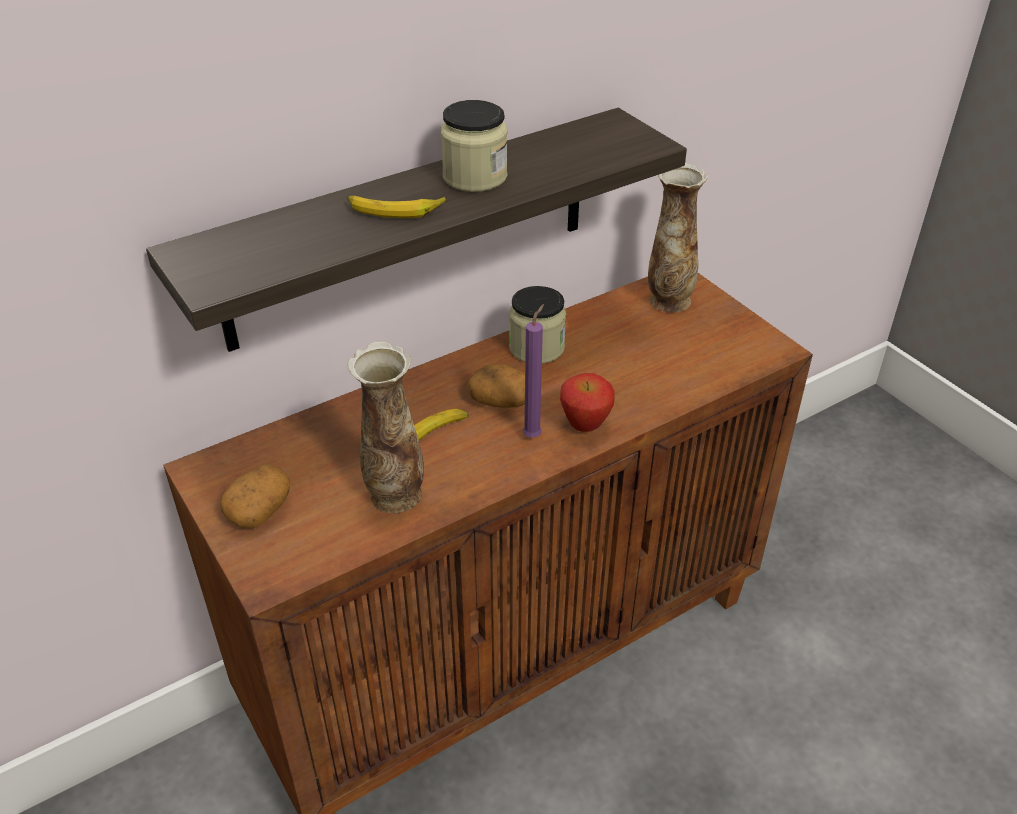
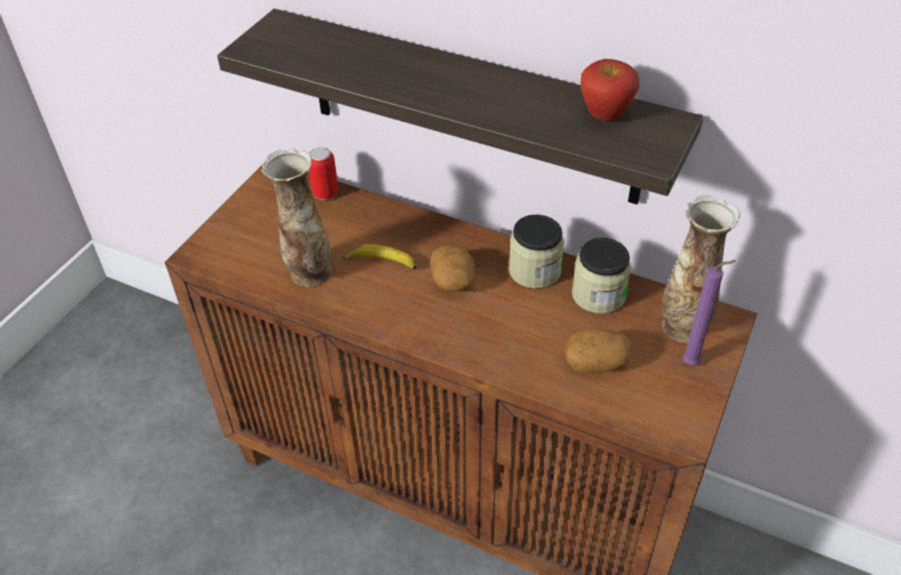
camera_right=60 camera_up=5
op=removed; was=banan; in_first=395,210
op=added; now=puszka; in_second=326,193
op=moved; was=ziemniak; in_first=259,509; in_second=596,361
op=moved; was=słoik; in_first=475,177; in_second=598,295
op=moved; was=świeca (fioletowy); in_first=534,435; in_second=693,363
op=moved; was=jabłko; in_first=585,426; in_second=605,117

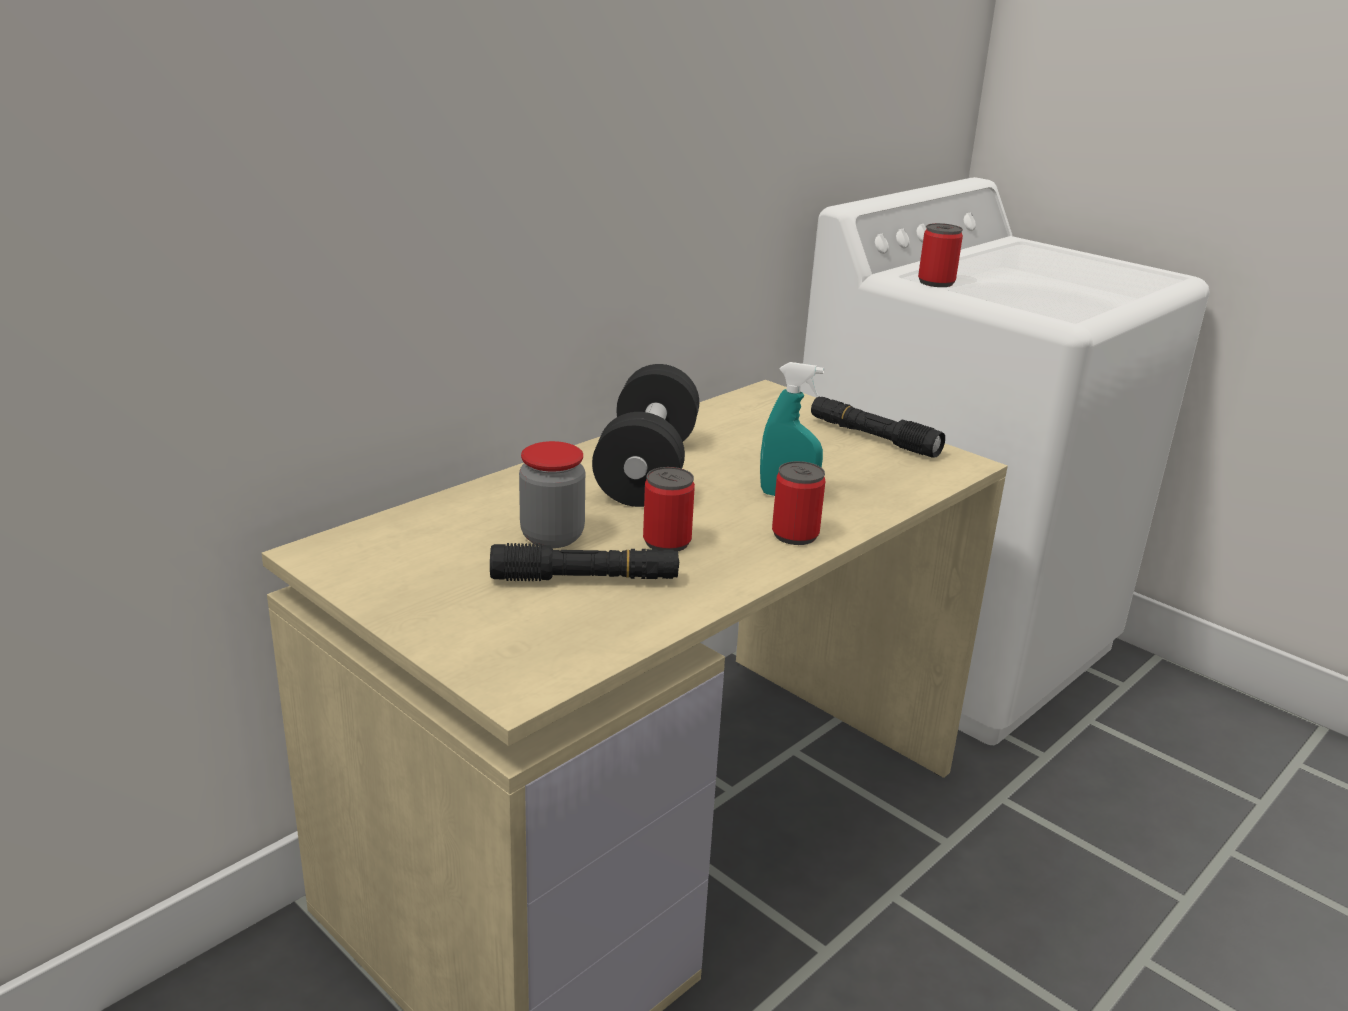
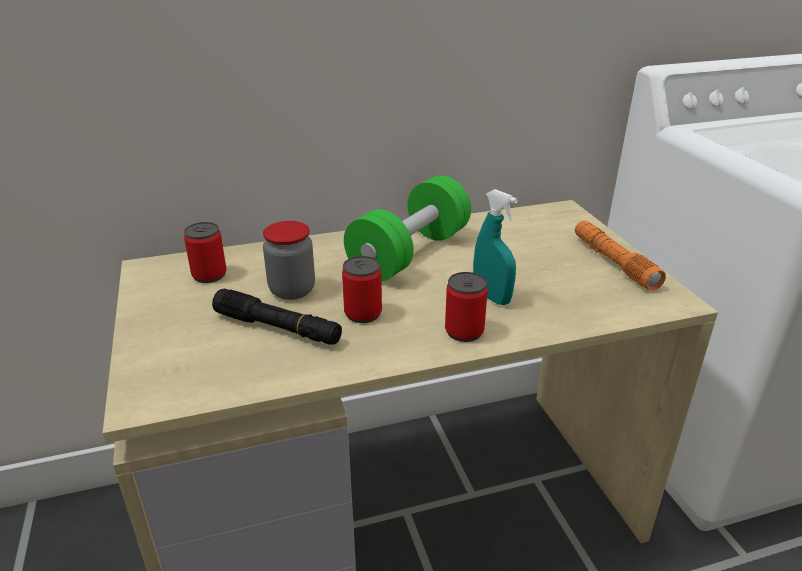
camera_right=30 camera_up=5
op=moved; was=puszka; in_first=936,282; in_second=209,275
op=recoloured; was=hantel (czarny); now=hantel (zielony); in_first=647,469; in_second=410,253
op=recoloured; was=latarka (czarny); now=latarka (pomarańczowy); in_first=873,437; in_second=613,262

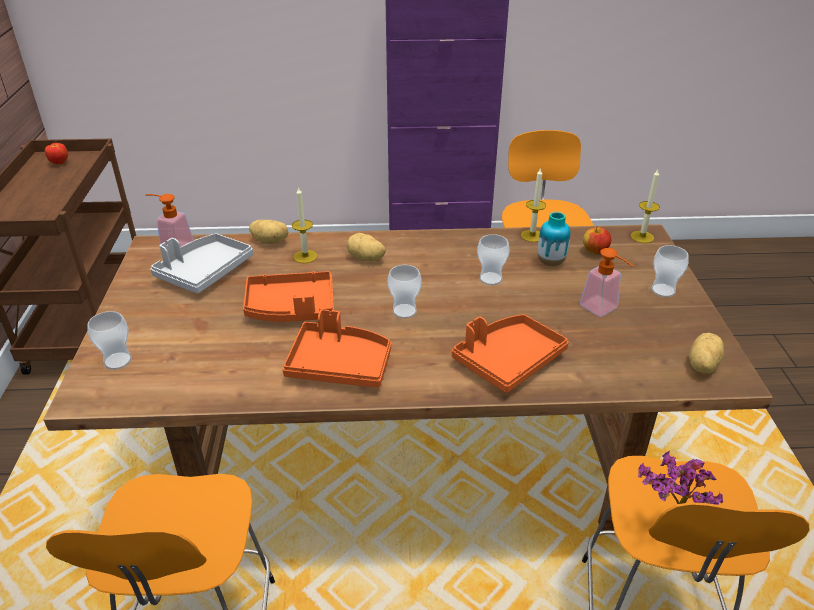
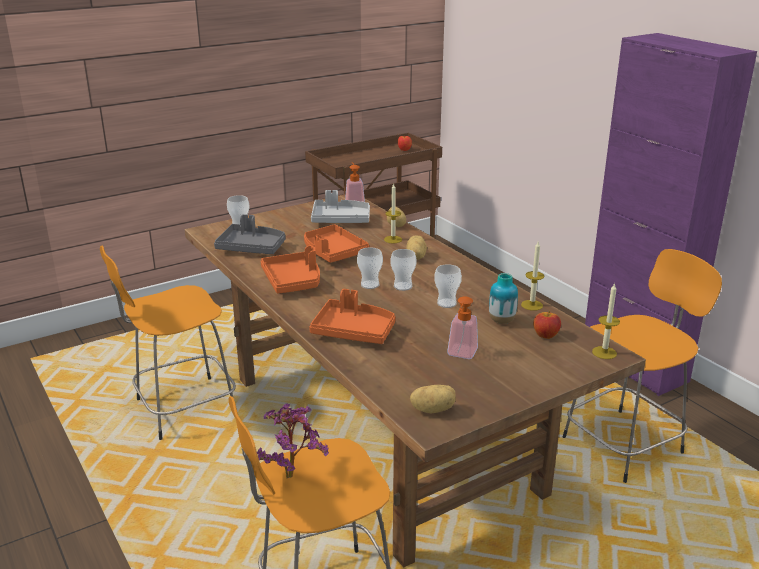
camera_right=60 camera_up=-10
op=added; now=taca (szary); in_second=252,248
op=moved; was=filiżanka; in_first=663,290; in_second=403,286

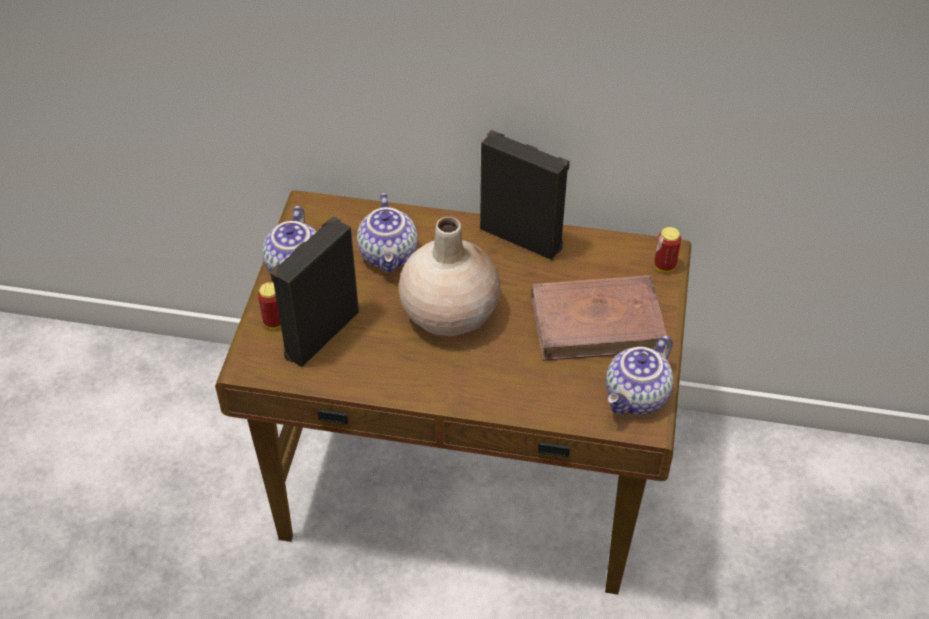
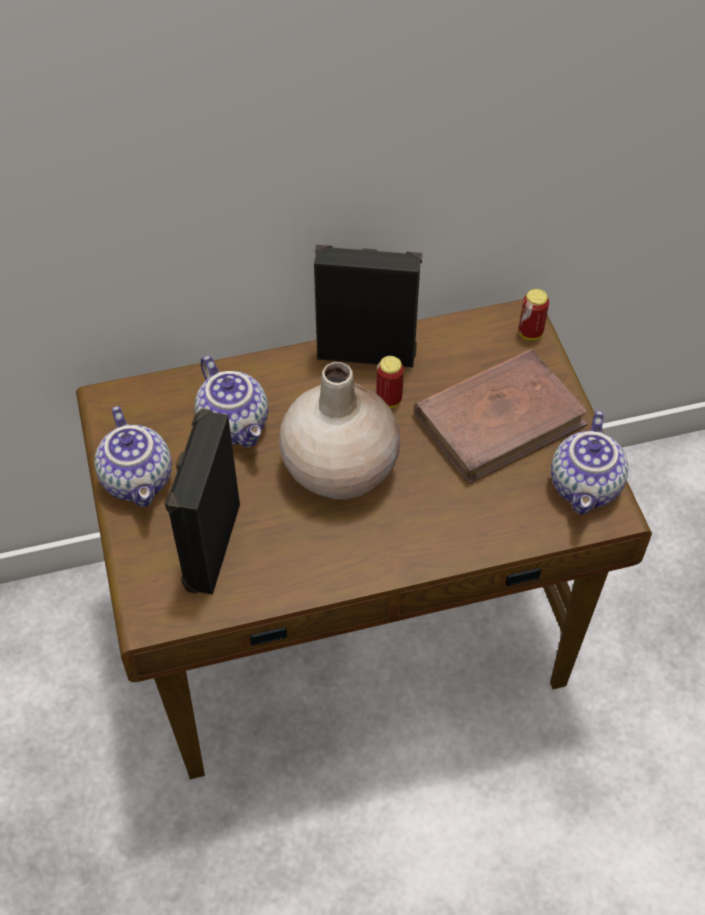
camera_right=-25 camera_up=5
op=moved; was=puszka; in_first=274,322; in_second=389,399

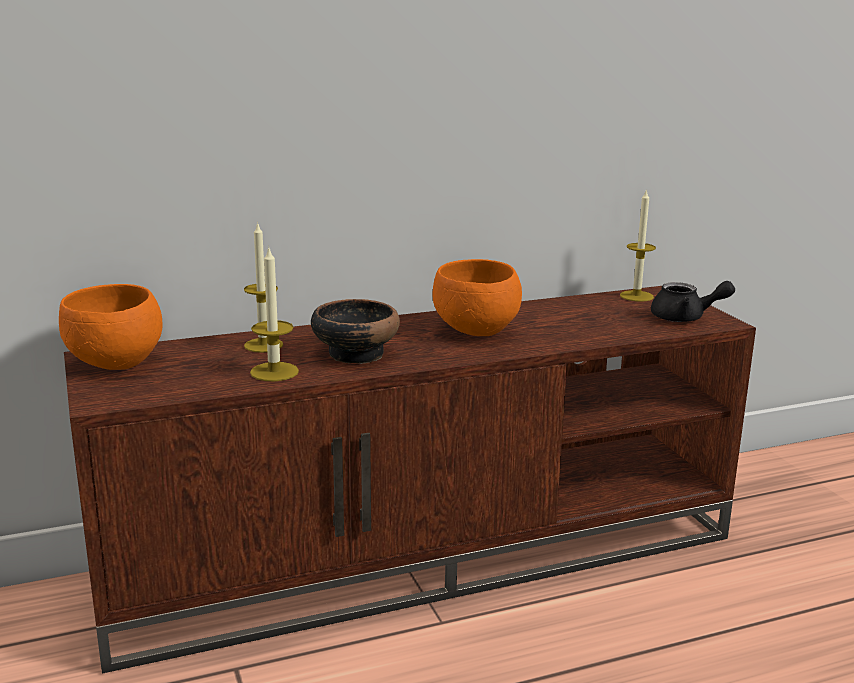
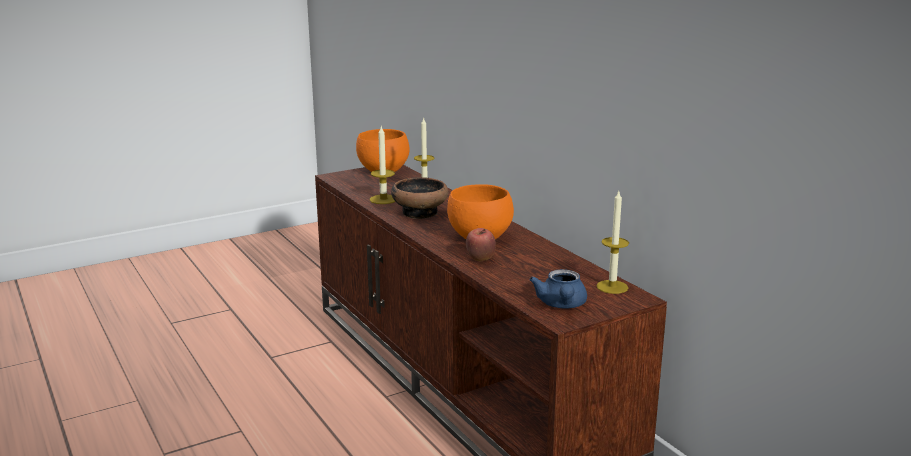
camera_right=80 camera_up=0
op=added; now=jabłko; in_second=480,259
op=recoloured; was=imbryk (czarny); now=imbryk (niebieski); in_first=685,318; in_second=561,305

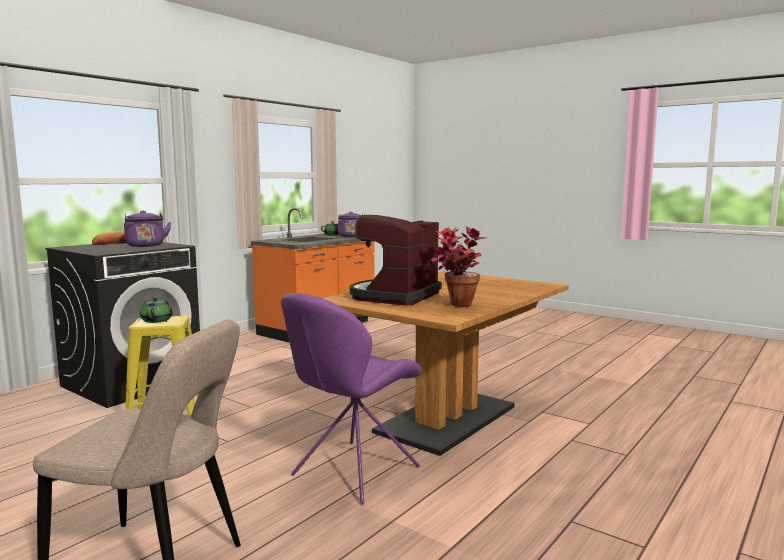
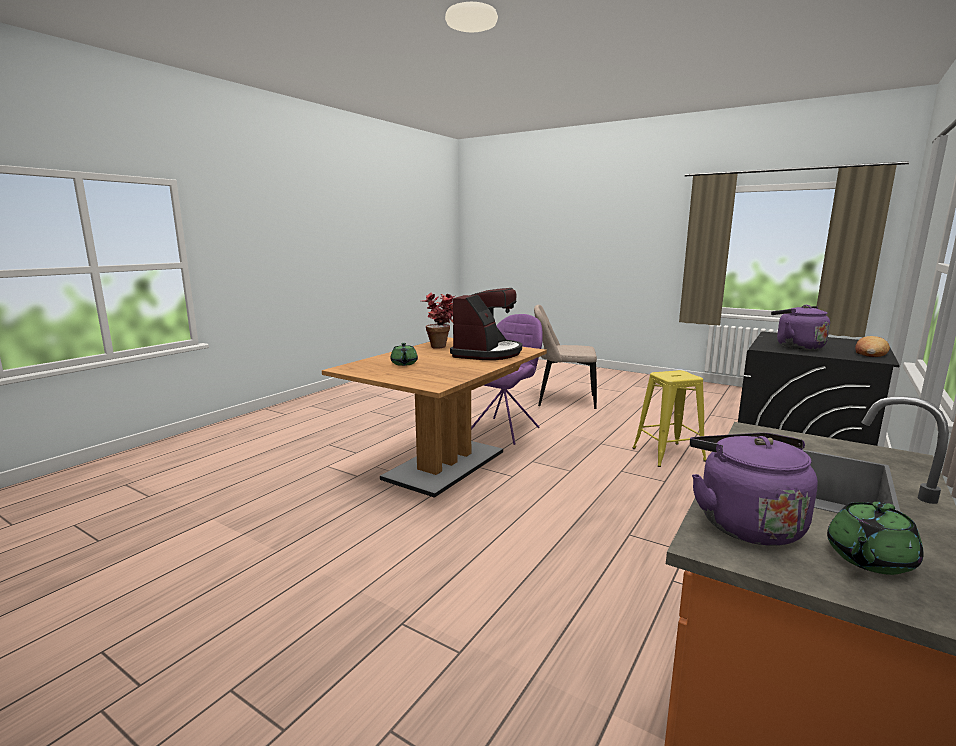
camera_right=175 camera_up=5
op=moved; was=imbryk (zielony); in_first=157,320; in_second=404,364

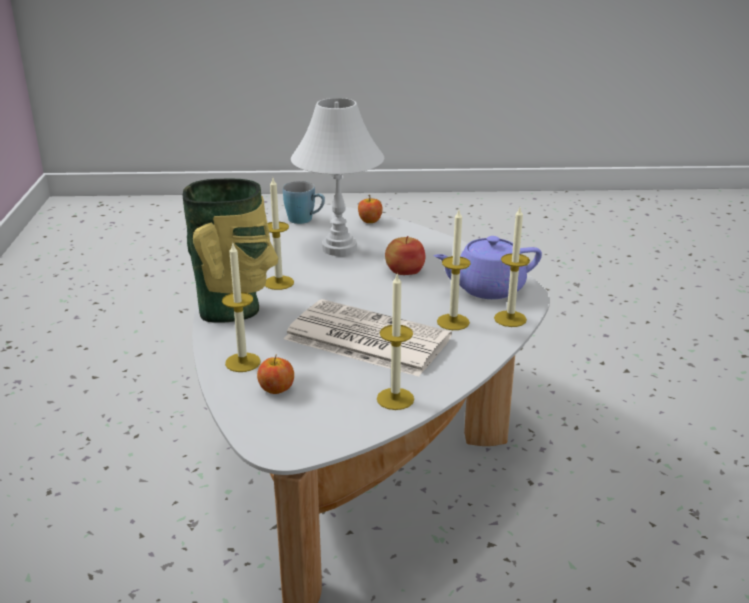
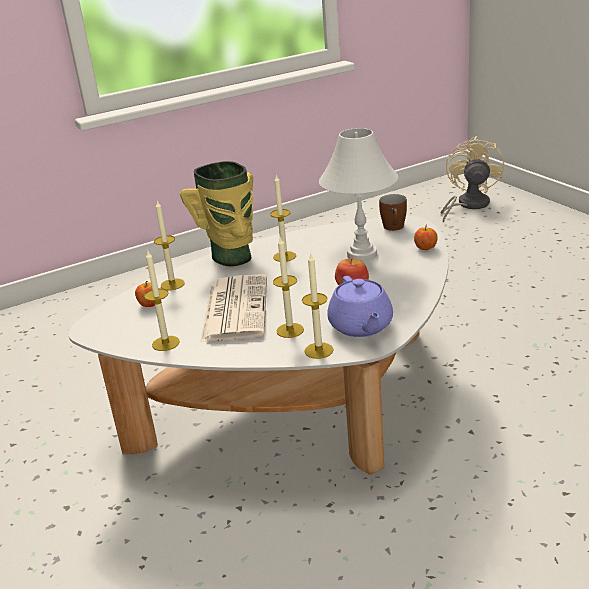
camera_right=65 camera_up=0
op=added; now=wentylator (beżowy); in_second=468,205
op=recoloured; was=kubek (niebieski); now=kubek (brązowy); in_first=305,220; in_second=394,228
op=turned; was=imbryk (fioletowy); in_first=487,288; in_second=361,326; clockwise=-150

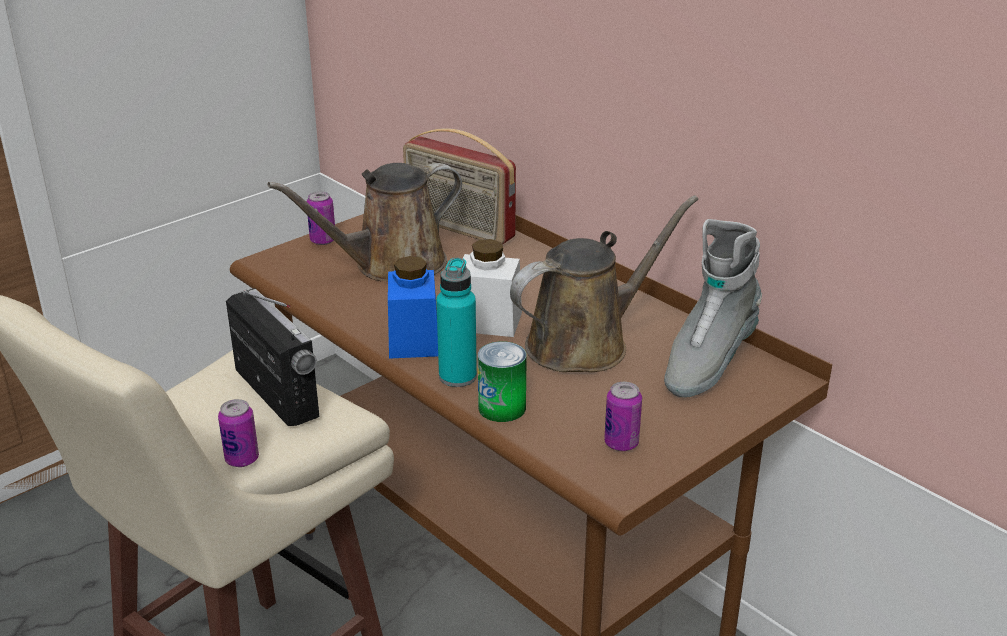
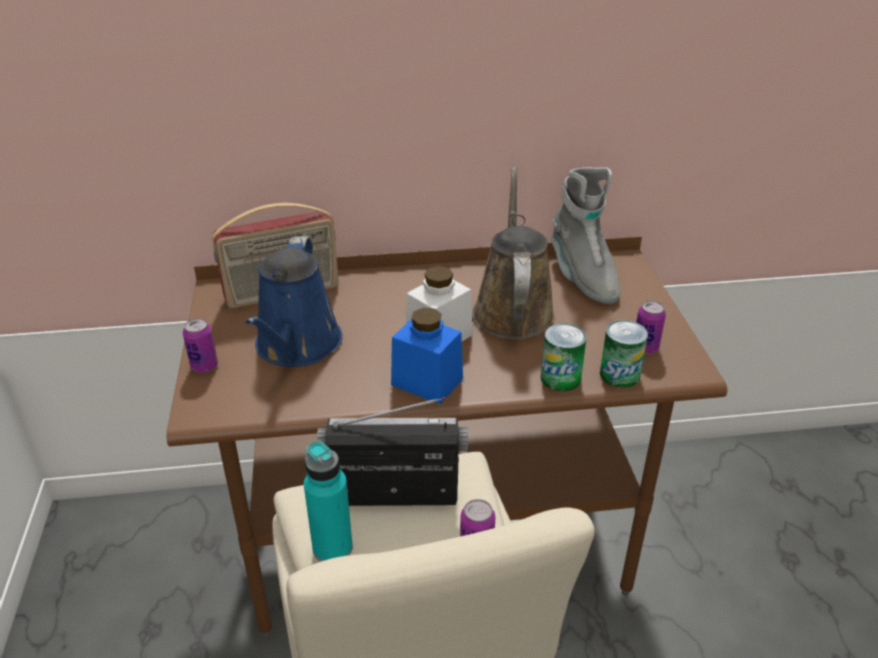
camera_right=-55 camera_up=5
op=added; now=puszka; in_second=619,374
op=moved; was=butelka (turkusowy); in_first=457,376; in_second=332,548
op=recoloured; was=konewka (brązowy); now=konewka (niebieski); in_first=392,265; in_second=296,347

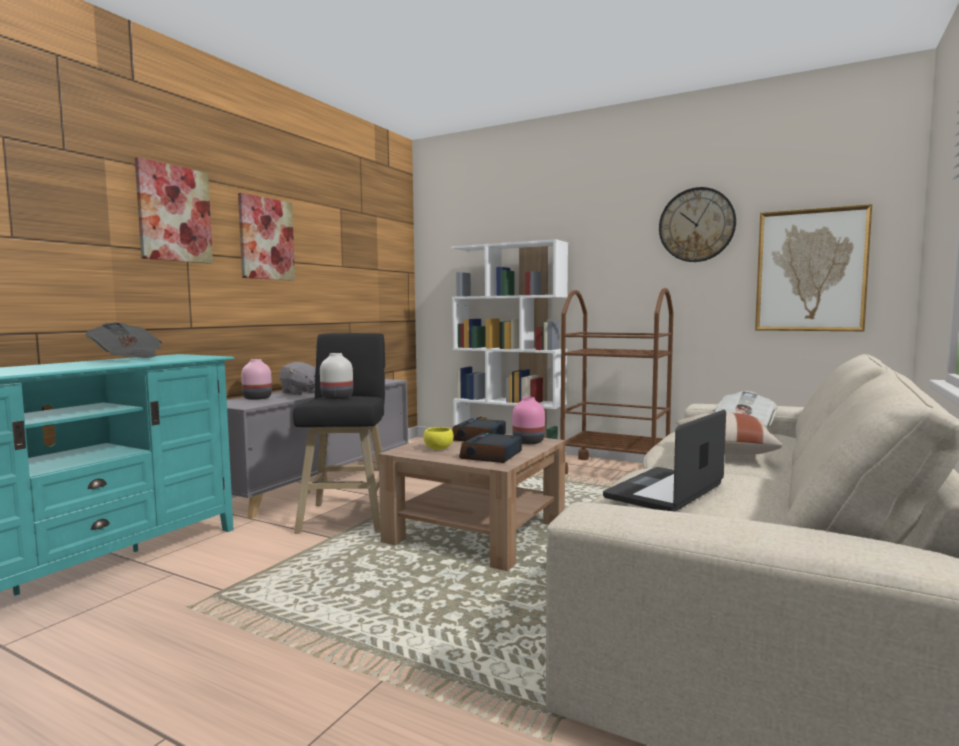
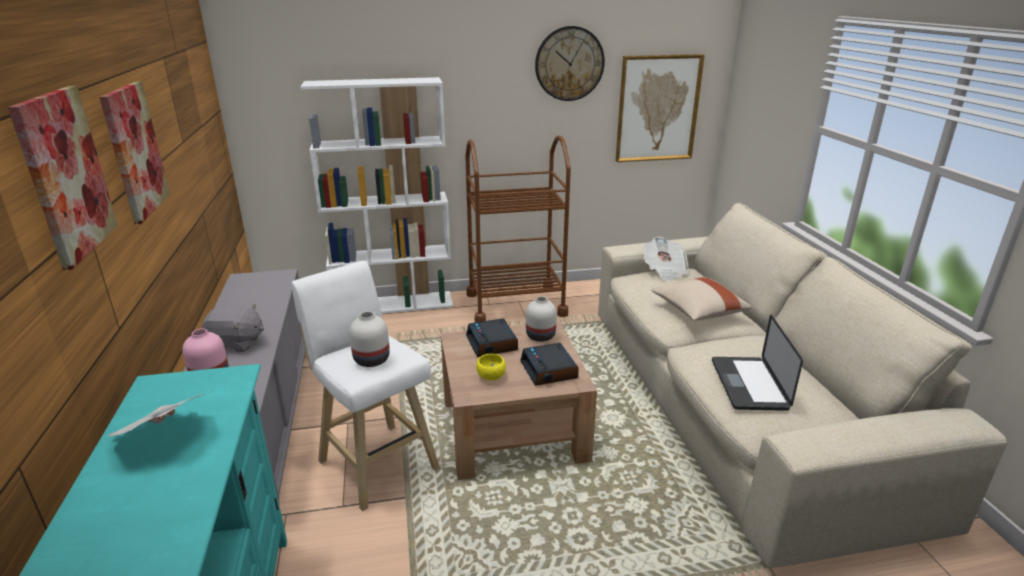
camera_right=-40 camera_up=20
op=recoloured; was=stołek (czarny); now=stołek (biały); in_first=348,516; in_second=376,462
op=recoloured; was=wazon (różowy); now=wazon (biały); in_first=527,442; in_second=540,336

